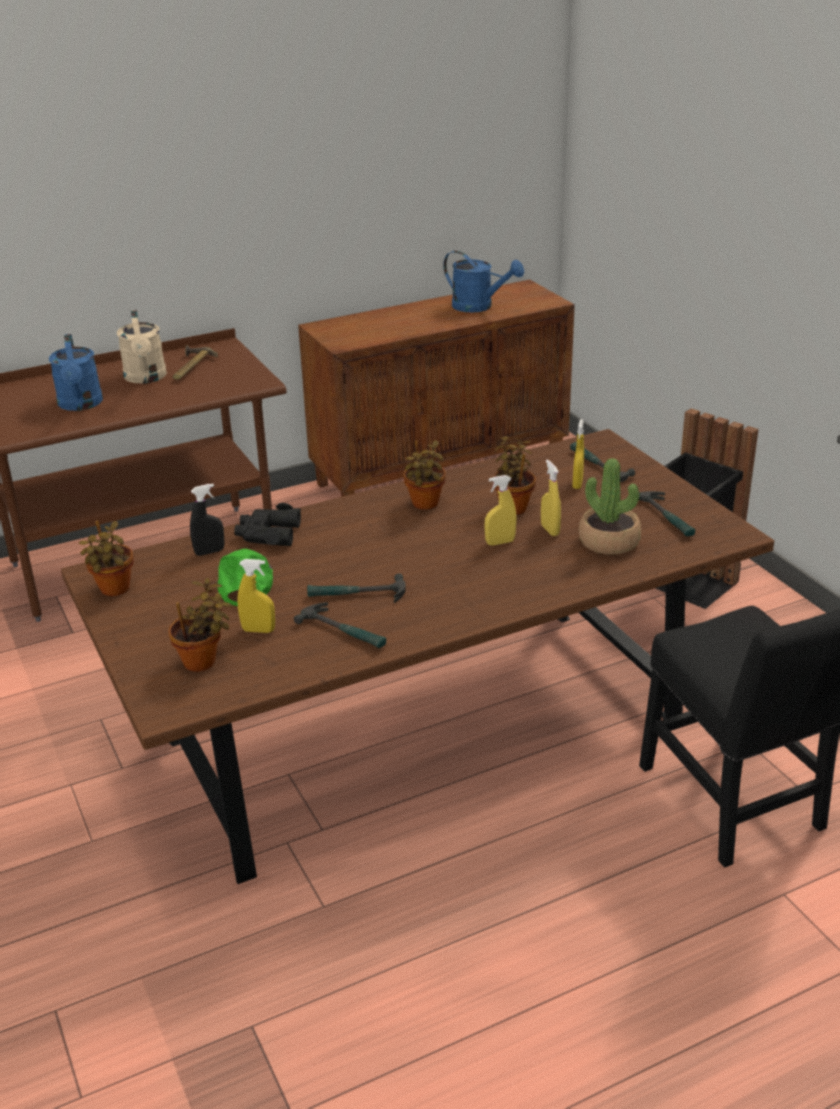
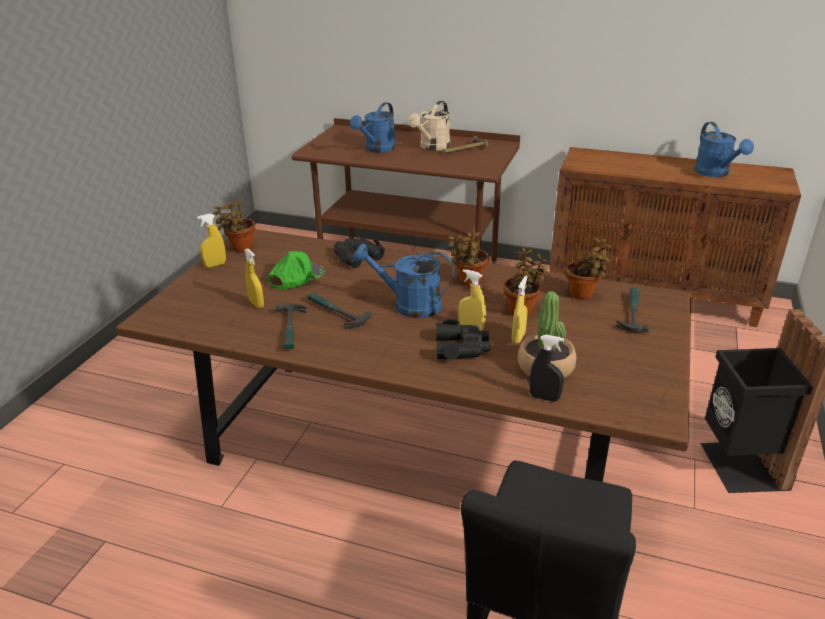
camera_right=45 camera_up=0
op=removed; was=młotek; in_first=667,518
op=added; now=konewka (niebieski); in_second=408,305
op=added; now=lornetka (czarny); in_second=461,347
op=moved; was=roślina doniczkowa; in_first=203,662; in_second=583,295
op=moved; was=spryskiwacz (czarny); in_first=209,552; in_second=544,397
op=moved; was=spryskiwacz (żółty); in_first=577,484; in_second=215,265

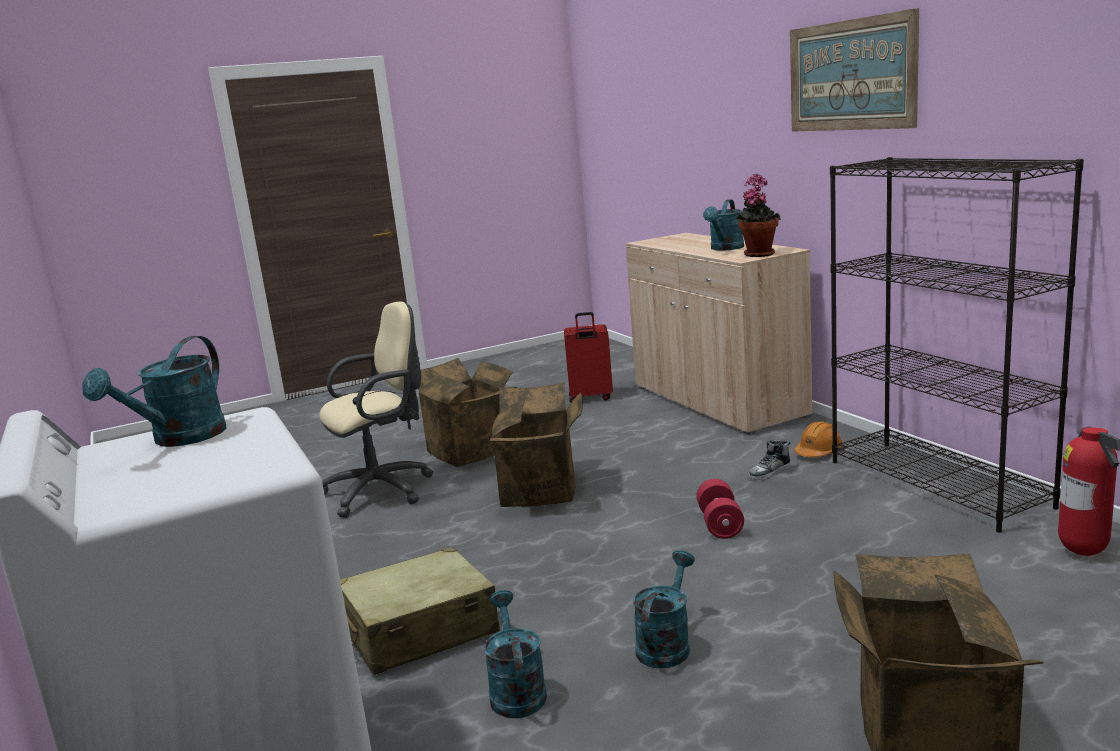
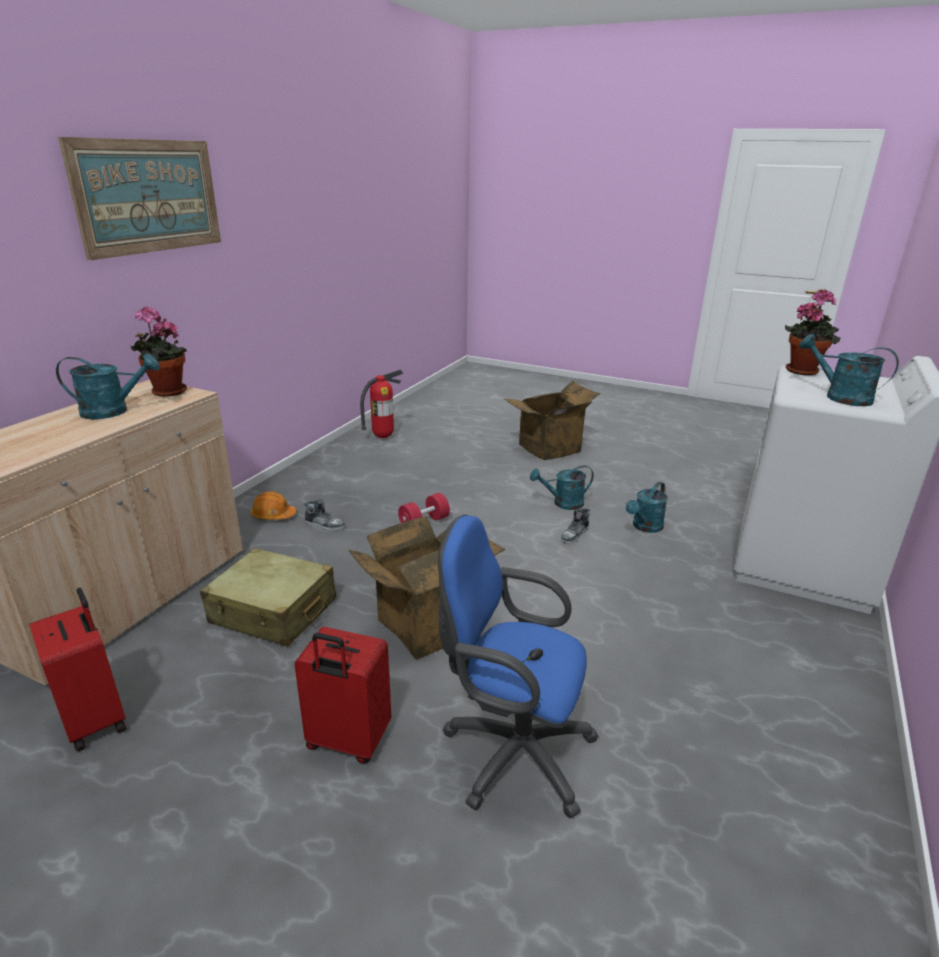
camera_right=-130 camera_up=10
op=removed; was=regał (czarny); in_first=938,483
op=added; now=but; in_second=574,535
op=added; now=roślina doniczkowa; in_second=803,370
op=moved; was=walizka (beżowy); in_first=419,631; in_second=273,611
op=replaced; was=karton; now=walizka (czerwony); in_first=472,449; in_second=347,741
op=recoloured; was=krzesło biurowe (beżowy); now=krzesło biurowe (niebieski); in_first=384,490; in_second=510,752
op=turned; was=konewka (turkusowy); in_first=180,439; in_second=839,397; clockwise=-120

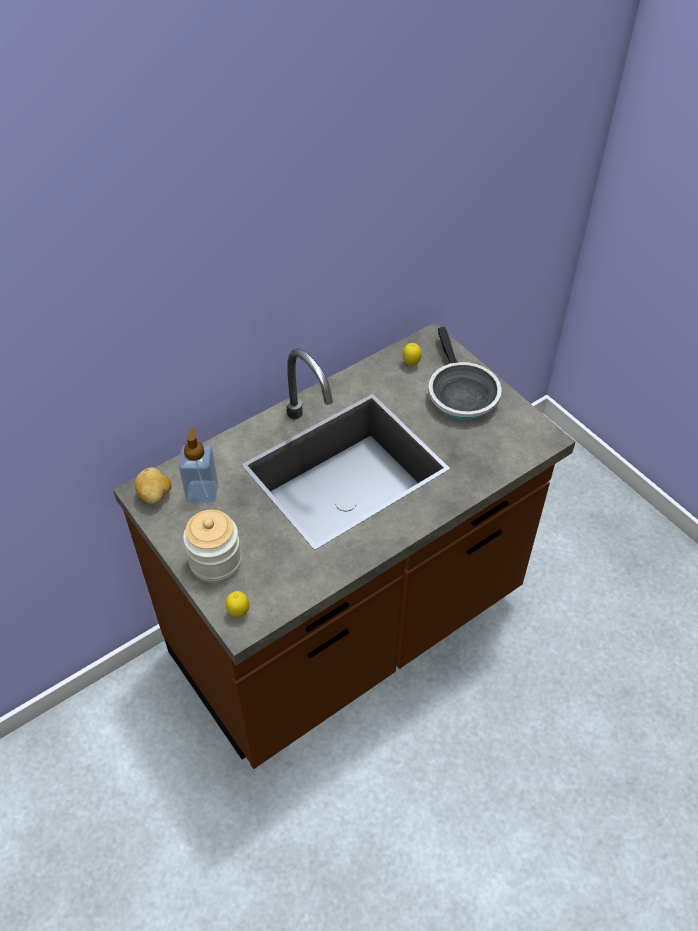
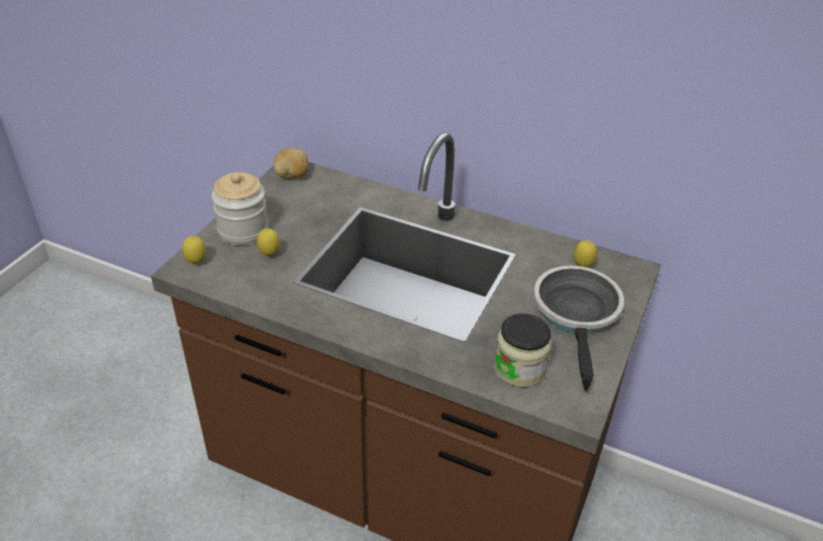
camera_right=60 camera_up=-10
op=removed; was=dozownik mydła; in_first=202,492
op=added; now=cytryna; in_second=269,254
op=added; now=słoik; in_second=519,369
op=turned; was=patelnia; in_first=460,393; in_second=577,315; clockwise=135

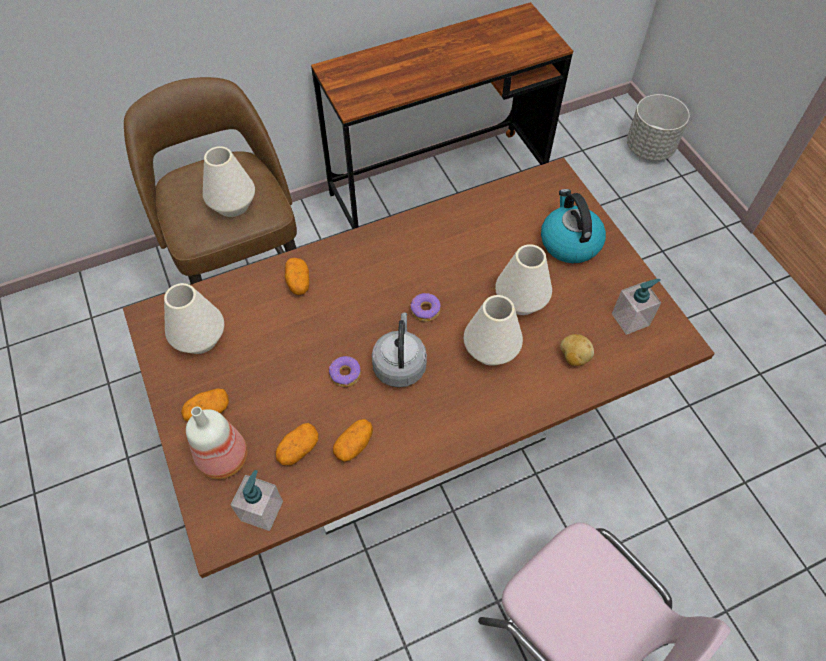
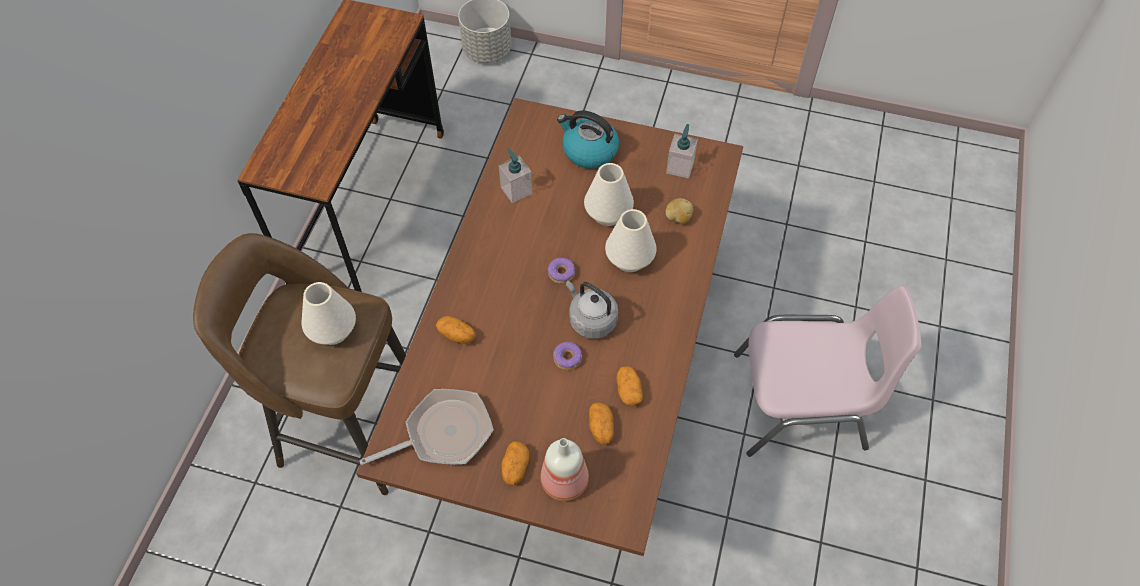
camera_right=-50 camera_up=0
op=moved; was=dozownik mydła; in_first=262,510; in_second=516,190
op=replaced; was=wazon (biały); now=patelnia; in_first=200,338; in_second=443,434

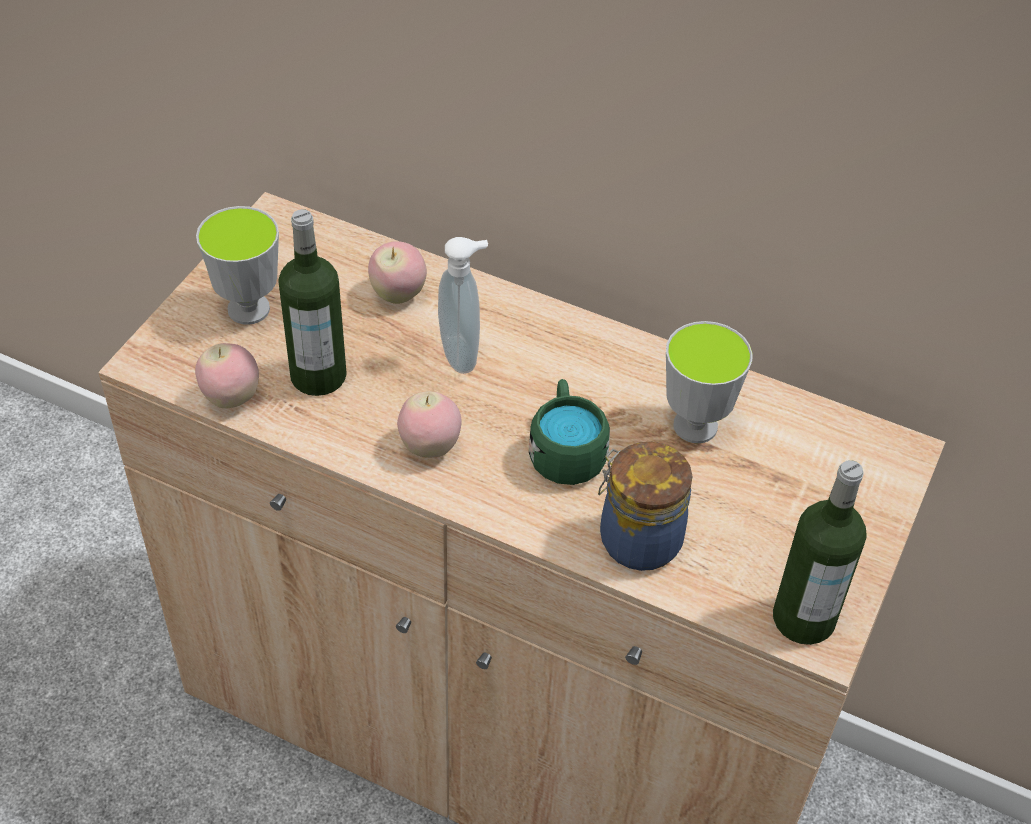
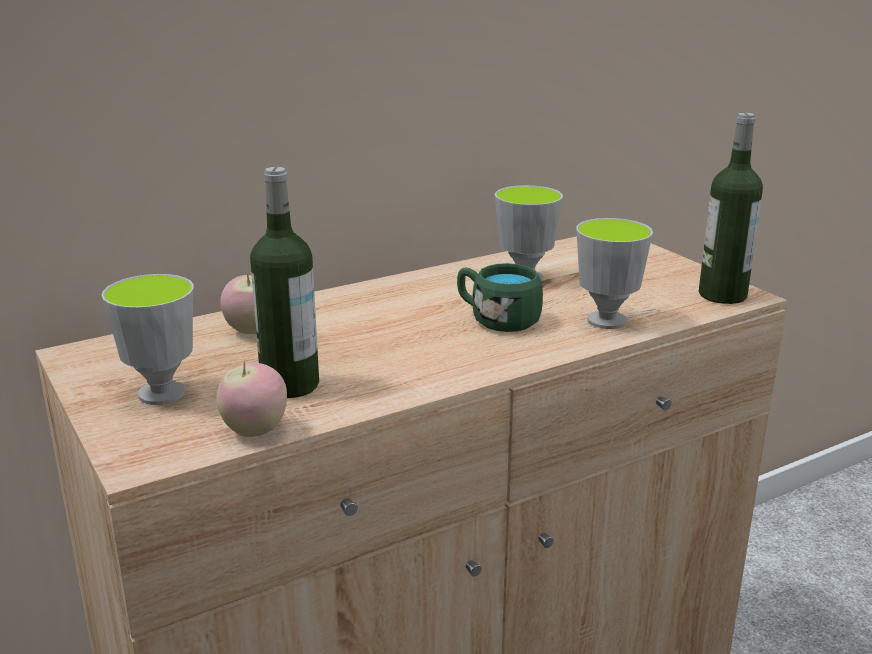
camera_right=-55 camera_up=-25
op=removed; was=jabłko; in_first=430,446
op=removed; was=dozownik mydła; in_first=463,354
op=replaced; was=słoik; now=filiżanka; in_first=637,539; in_second=607,321

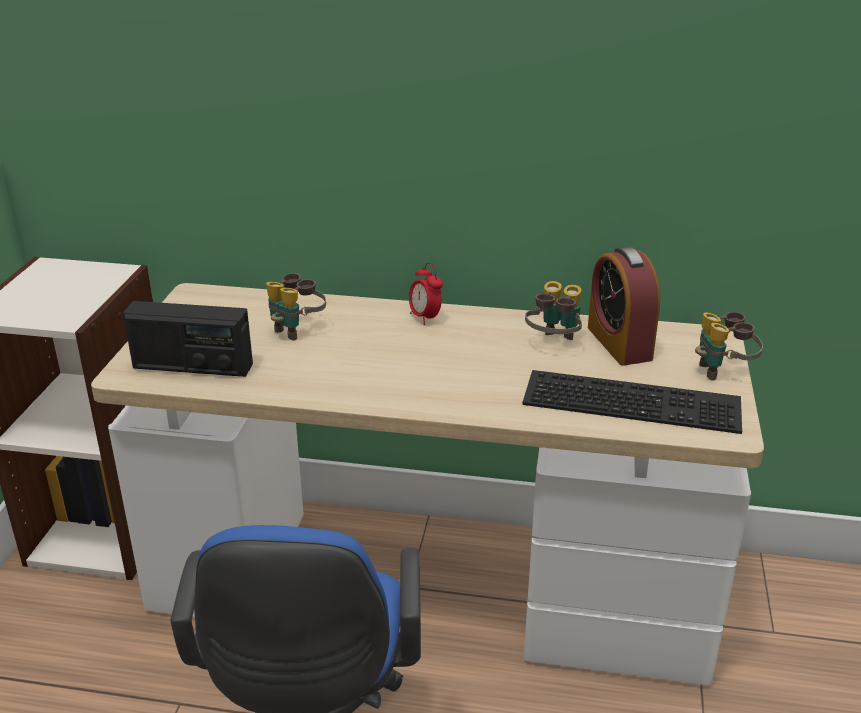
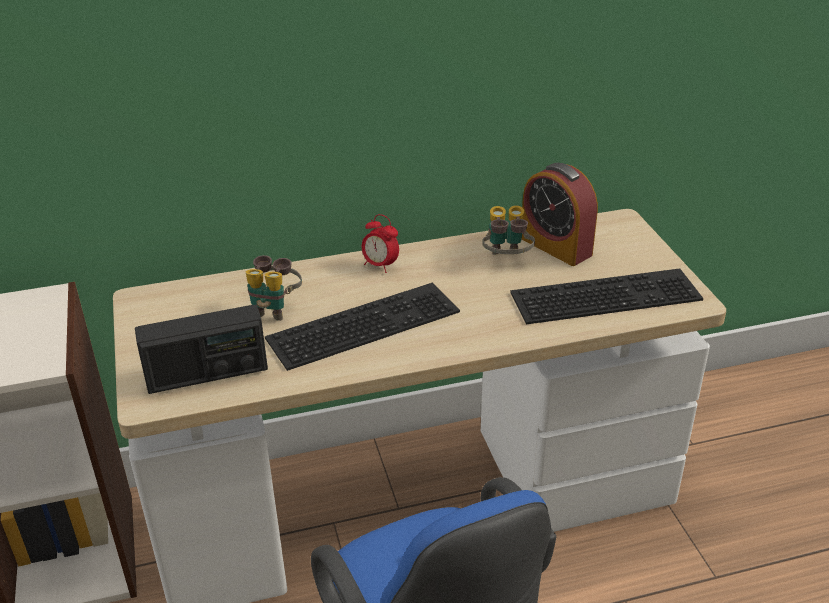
camera_right=-25 camera_up=5
op=removed; was=lornetka; in_first=723,371
op=added; now=klawiatura; in_second=364,322

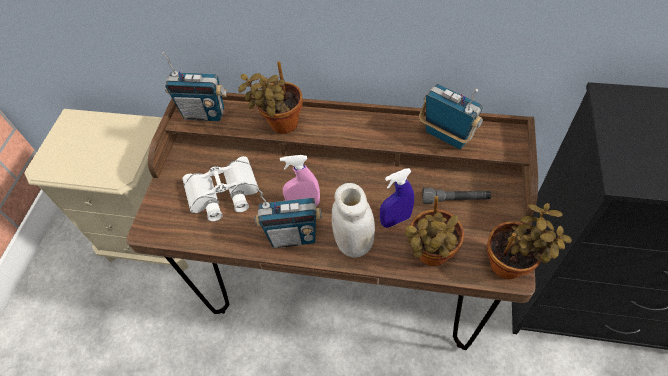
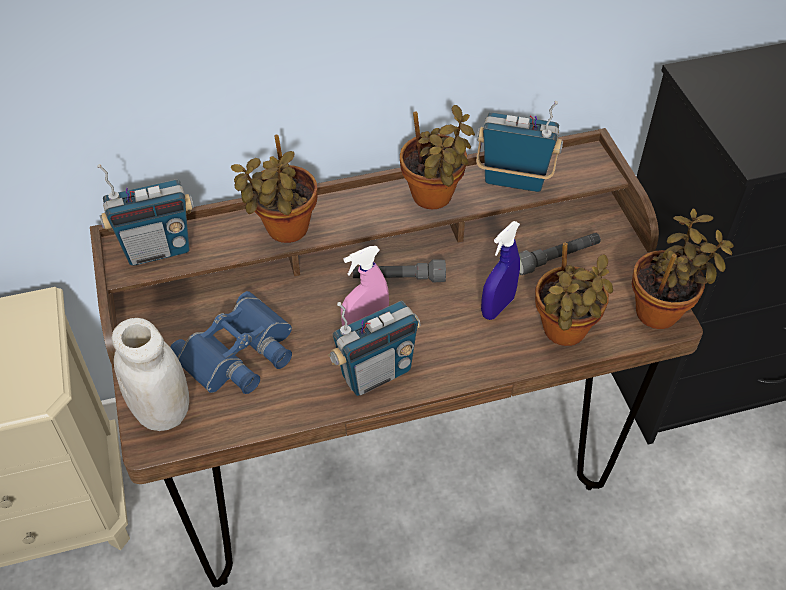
camera_right=-30 camera_up=-5
op=added; now=latarka (szary); in_second=398,279
op=added; now=roślina doniczkowa; in_second=434,199
op=moved; was=słoik (biały); in_first=354,243; in_second=162,412
op=recoloured; was=lornetka (biały); now=lornetka (niebieski); in_first=223,194; in_second=240,354

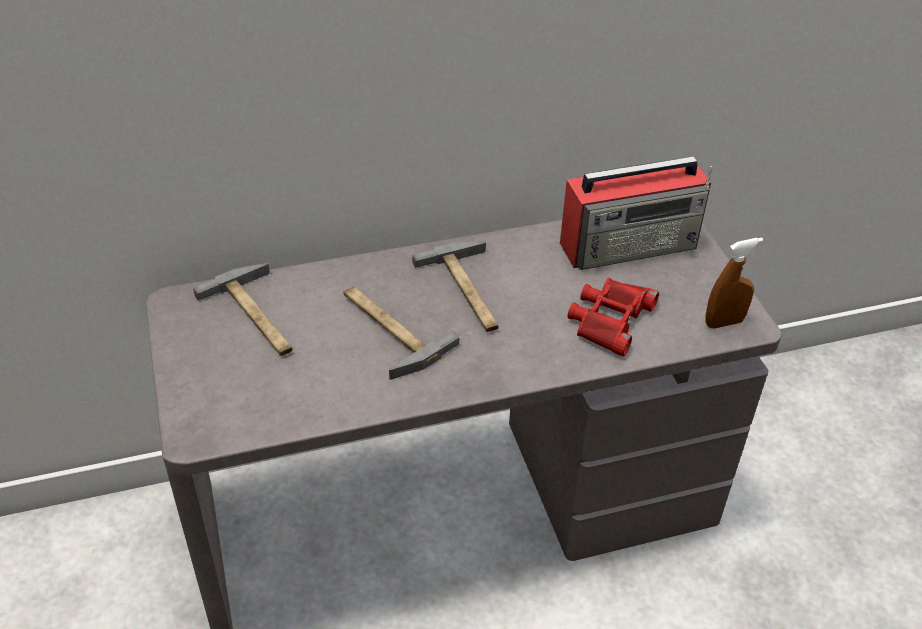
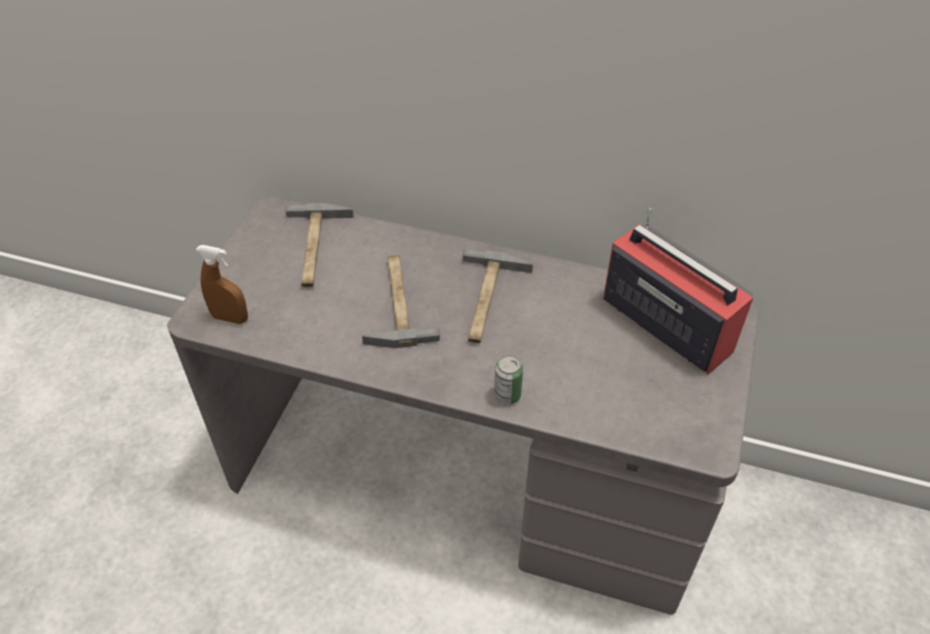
camera_right=35 camera_up=5
op=removed; was=lornetka (czerwony); in_first=609,320
op=added; now=puszka; in_second=507,395
op=moved; was=spryskiwacz (brązowy); in_first=724,322; in_second=230,318
op=turned; was=radio; in_first=631,245; in_second=665,323; clockwise=-150

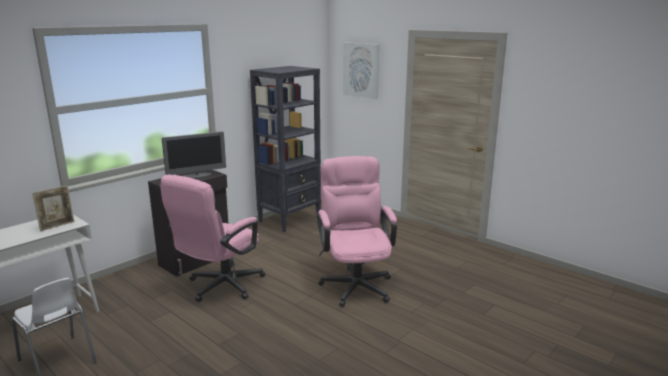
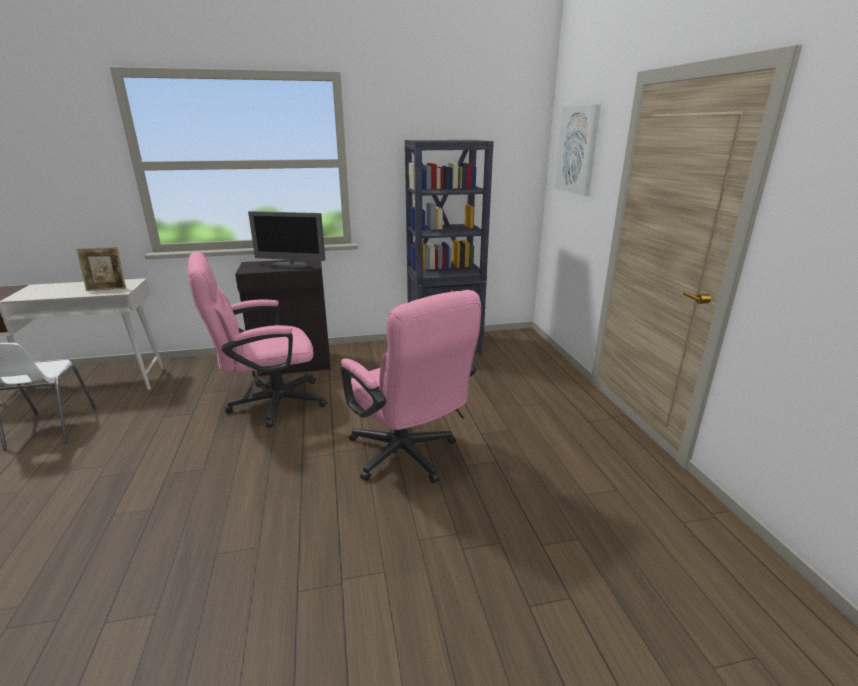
camera_right=35 camera_up=5
op=turned; was=krzesło biurowe (różowy); in_first=355,283; in_second=408,457; clockwise=120

